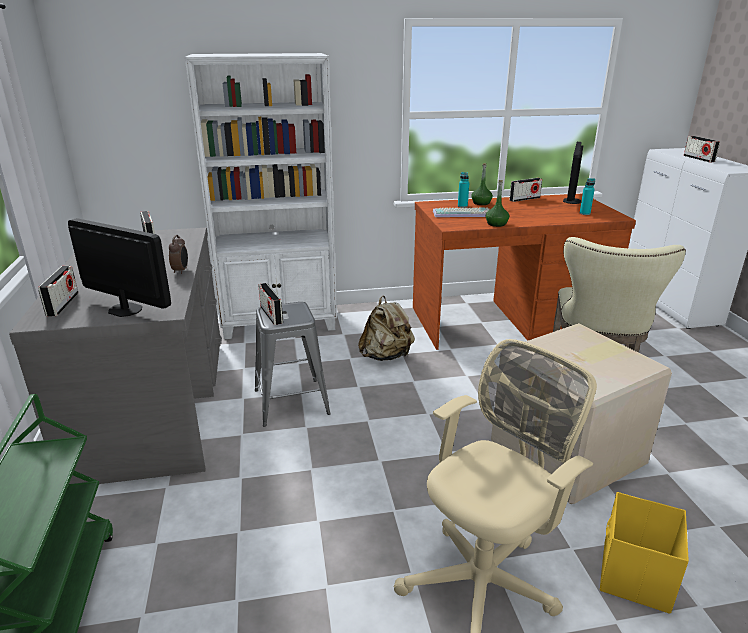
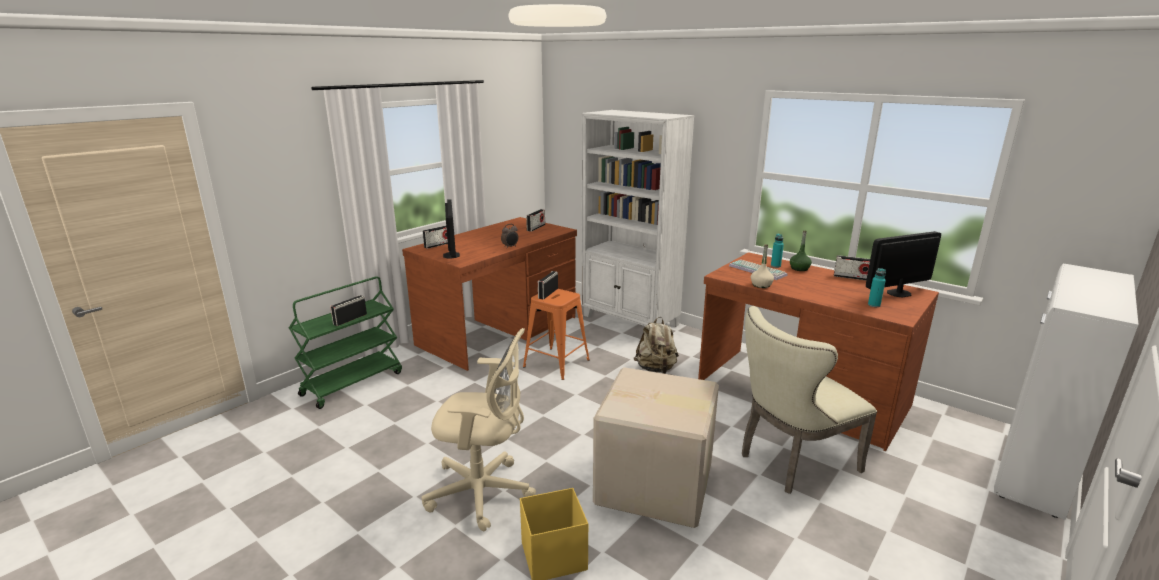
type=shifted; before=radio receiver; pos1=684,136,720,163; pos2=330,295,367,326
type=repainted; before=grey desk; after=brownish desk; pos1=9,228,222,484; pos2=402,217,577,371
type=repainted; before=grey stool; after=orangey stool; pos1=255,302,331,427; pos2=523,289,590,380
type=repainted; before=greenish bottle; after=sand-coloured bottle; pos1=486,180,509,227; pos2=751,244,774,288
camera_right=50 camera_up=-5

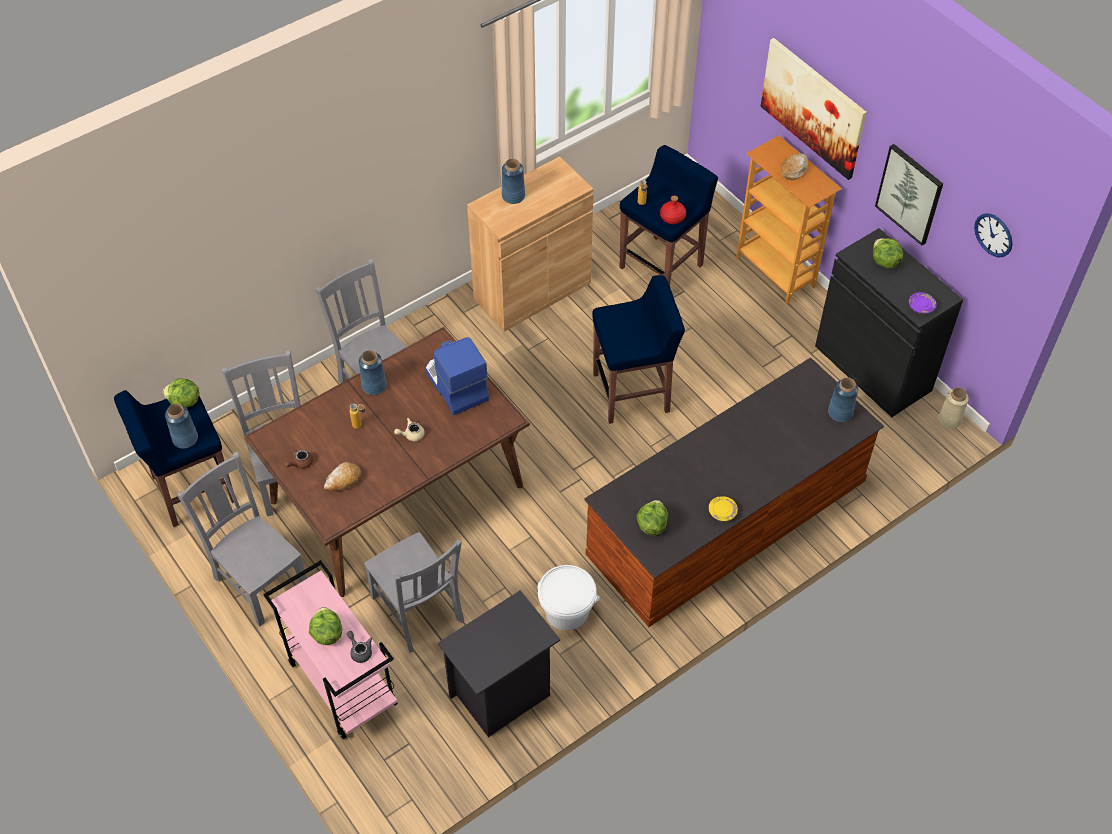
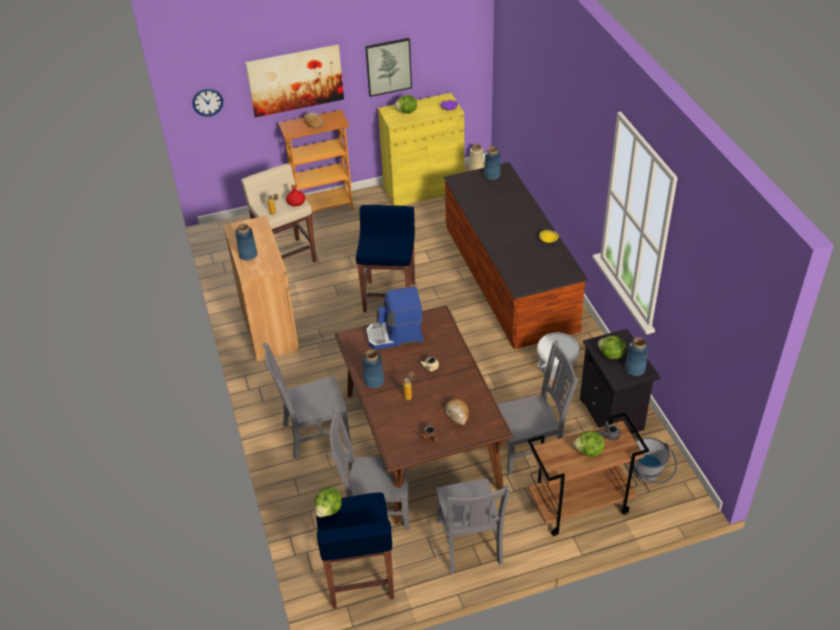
type=new; after=grey water bucket; pos2=633,437,677,484
type=shifted; before=bluish decorative vase; pos1=165,403,198,448; pos2=625,337,648,376
type=shifted; before=lettuce head; pos1=636,500,668,535; pos2=598,335,626,359
type=shifted; before=hanging clock; pos1=974,213,1013,258; pos2=192,89,223,117
type=repainted; before=pink cart; after=brownish cart; pos1=263,560,398,739; pos2=527,412,649,536
type=repainted; before=bluish stool; after=sand-coloured stool; pos1=620,145,718,286; pos2=241,164,317,263
type=repainted; before=black cupboard; after=yellow-coloured cupboard; pos1=815,228,963,417; pos2=378,93,464,206
type=rotated; before=grey plain chair; pos1=177,451,307,627; pos2=436,479,510,574; turn=-75
camera_right=-70 camera_up=-10

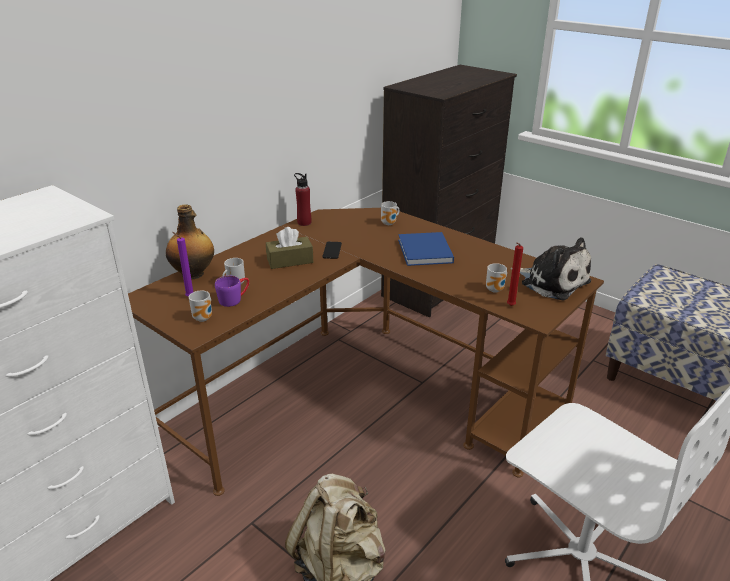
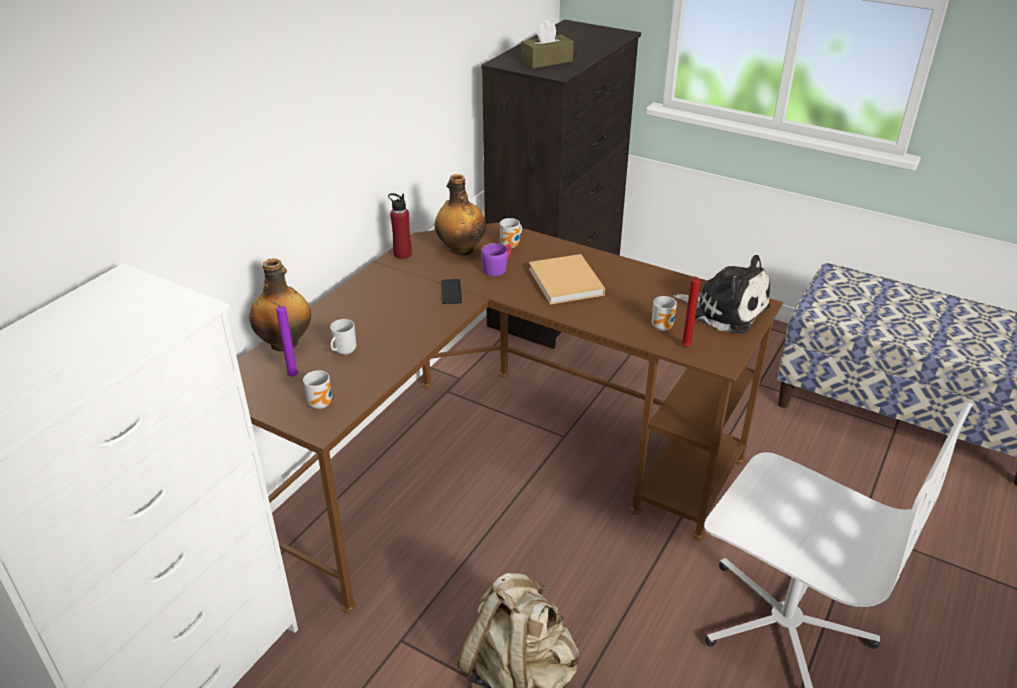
type=new; after=bottle; pos2=435,174,486,256
type=shifted; before=purple mug; pos1=215,276,249,307; pos2=481,243,511,276
type=shifted; before=brownish tissue box; pos1=266,227,313,269; pos2=521,20,574,69
type=repainted; before=bluish volume; after=sand-coloured volume; pos1=398,232,454,266; pos2=529,254,605,304
camera_right=-10 camera_up=5

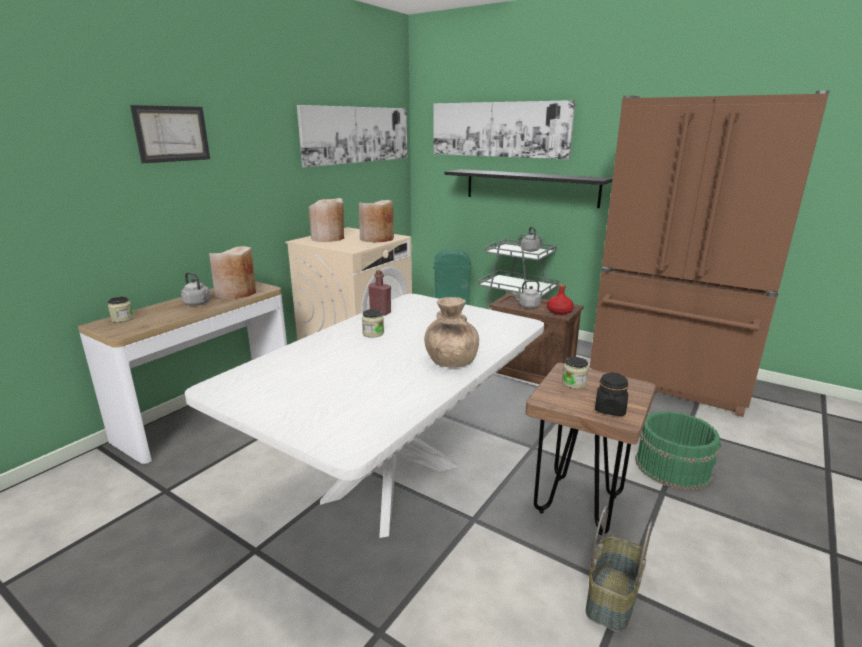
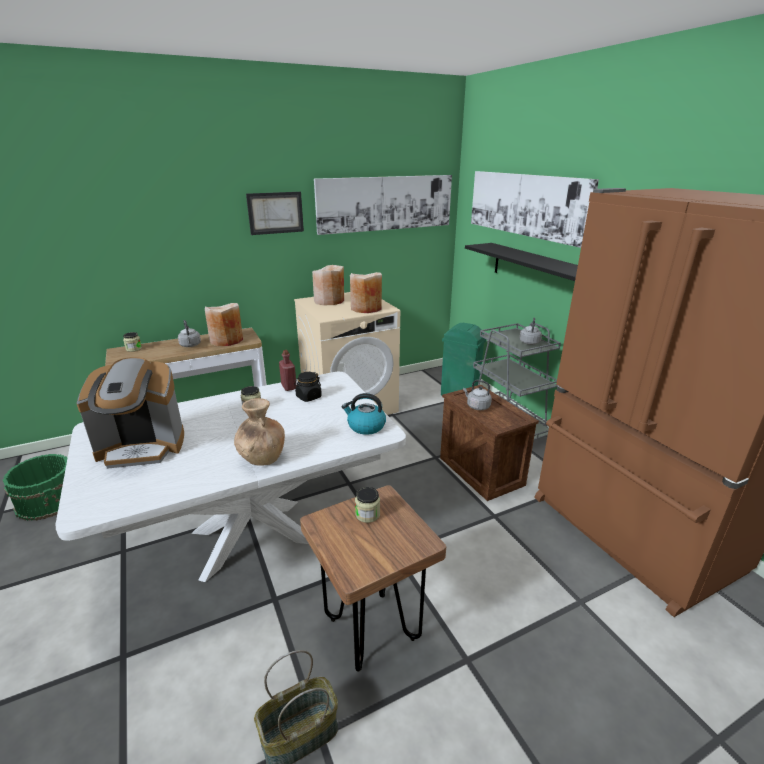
type=gone; before=red bottle; pos1=547,284,574,315
type=new; after=coffee maker; pos2=76,357,184,469
type=new; after=kettle; pos2=342,393,386,435
type=shifted; before=picture; pos1=130,105,210,163; pos2=246,192,304,235
type=shifted; before=black storage jar; pos1=595,372,629,416; pos2=294,372,322,402
type=shifted; before=greenish water bucket; pos1=635,411,721,490; pos2=2,454,67,521
camera_right=30 camera_up=5

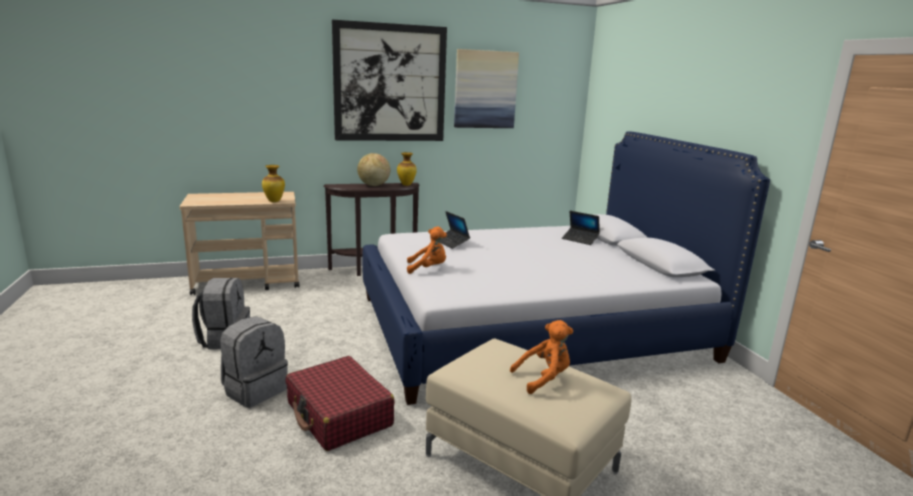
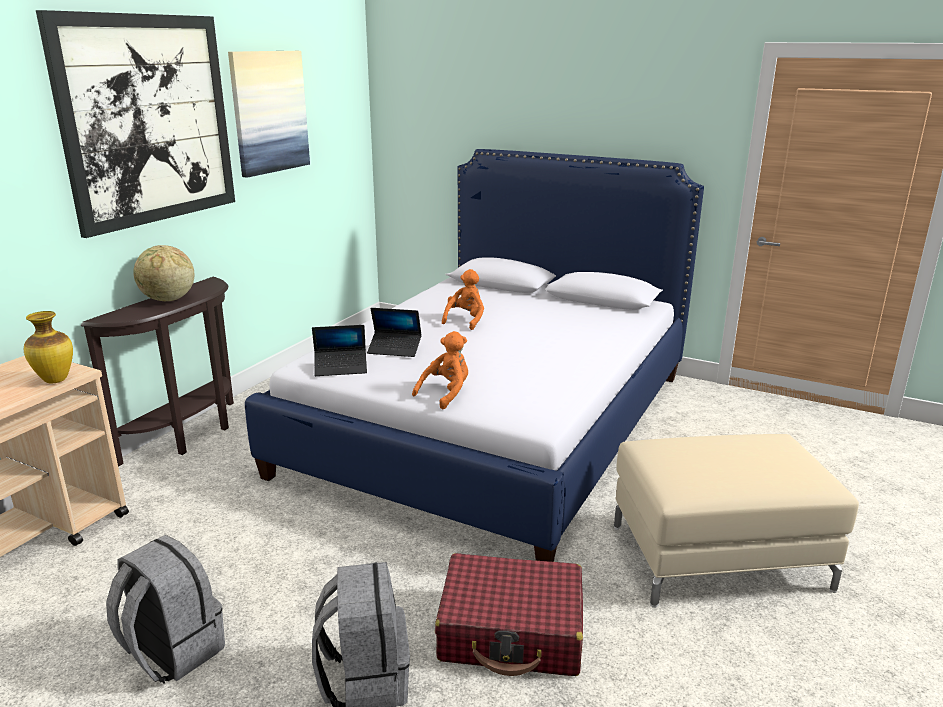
type=gone; before=decorative vase; pos1=397,152,417,186
type=shifted; before=orangey cuddly toy; pos1=510,320,573,394; pos2=442,269,484,330
type=shifted; before=laptop; pos1=562,211,600,245; pos2=312,325,367,376
camera_right=-45 camera_up=5

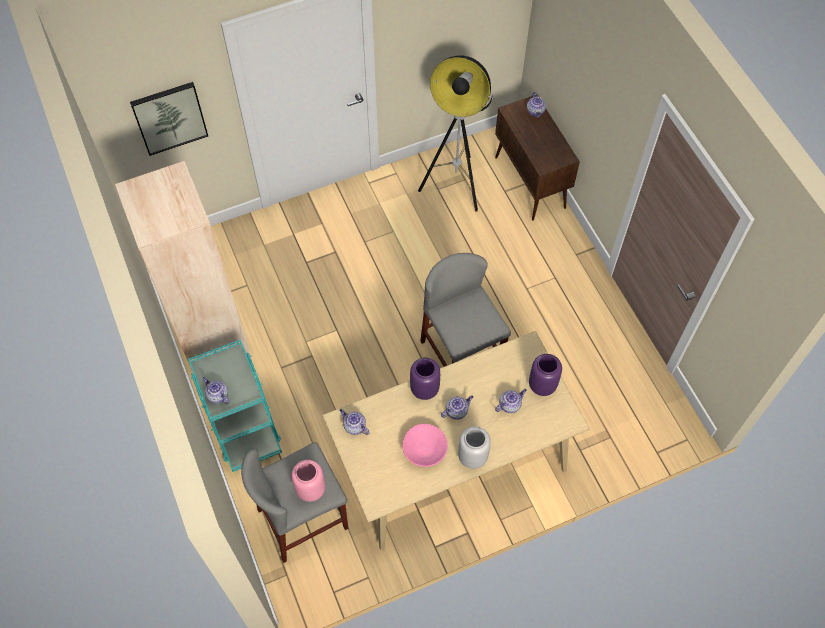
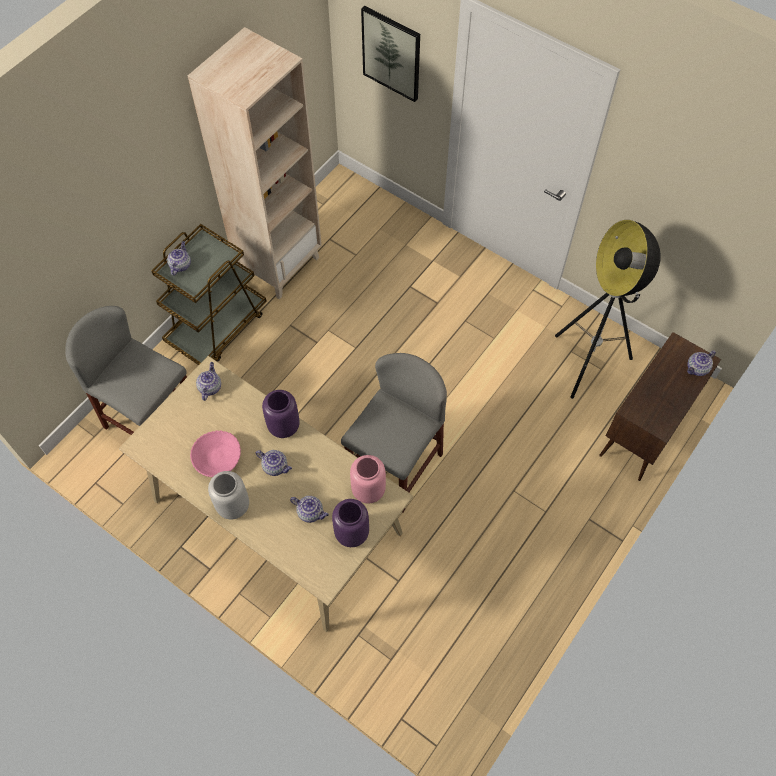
type=shifted; before=pink decorative vase; pos1=292,460,326,502; pos2=350,455,386,504
type=repainted; before=turquoise-coloured cart; after=brownish cart; pos1=188,339,282,472; pos2=151,224,266,365
camera_right=60 camera_up=0

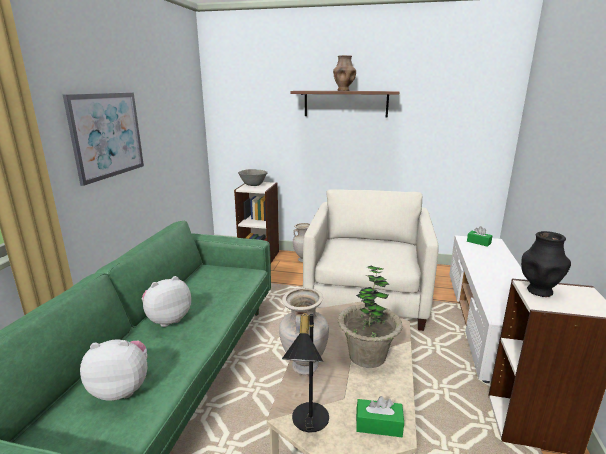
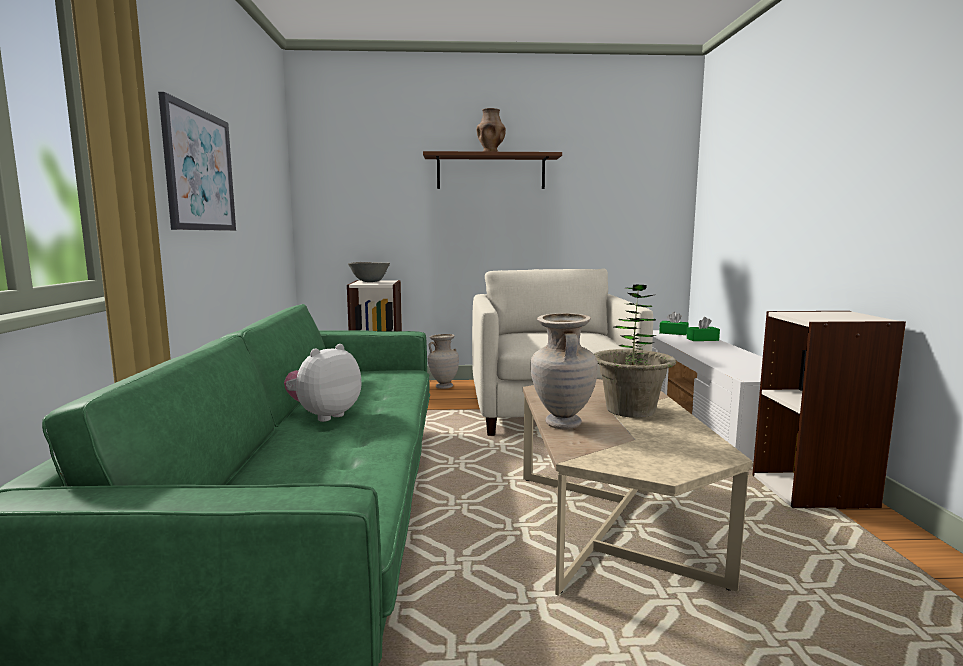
type=gone; before=cuddly toy; pos1=80,340,148,401
type=gone; before=black tabletop lamp; pos1=282,311,329,433
type=gone; before=black decorative vase; pos1=521,231,571,297
type=shifted; before=greenish tissue box; pos1=356,396,404,437; pos2=687,317,720,341
camera_right=-15 camera_up=-10

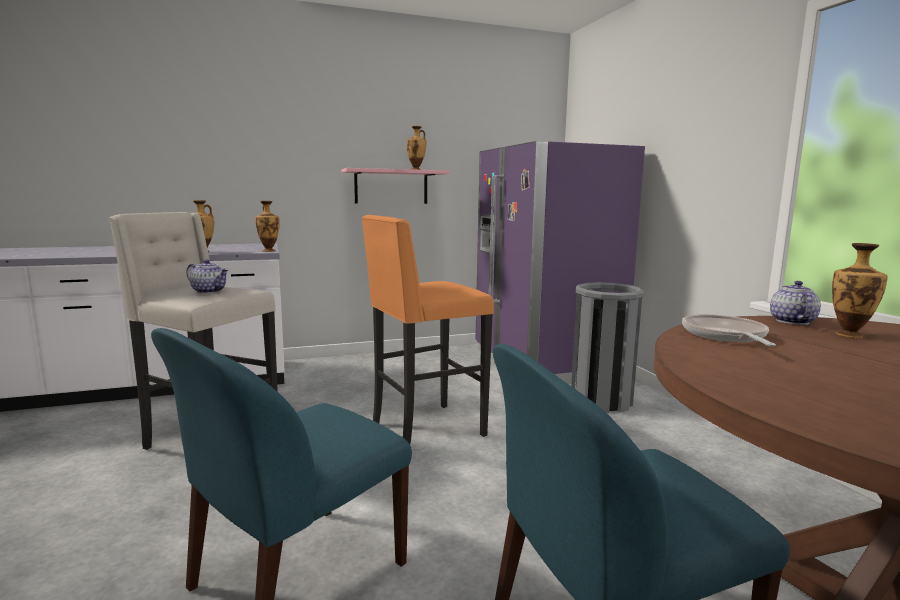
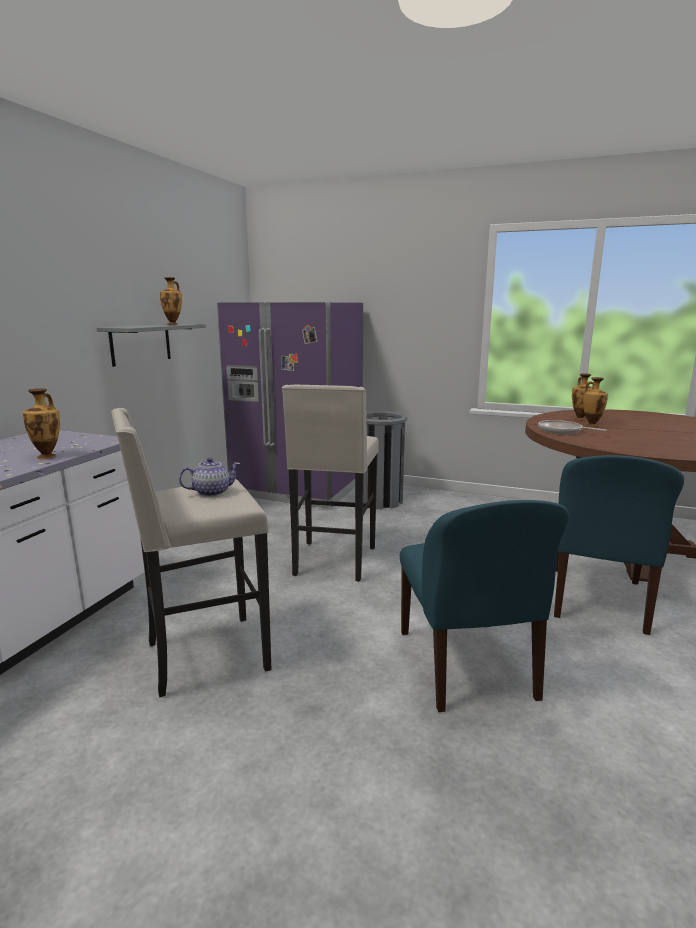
type=gone; before=tea pot; pos1=770,281,821,325
type=shifted; before=decorative vase; pos1=255,201,280,252; pos2=583,377,608,427
type=repainted; before=pink shelf; after=grey shelf; pos1=342,168,449,204; pos2=96,324,206,367
type=repainted; before=orangey stool; after=sand-coloured stool; pos1=362,215,494,444; pos2=282,385,379,582
camera_right=-50 camera_up=5

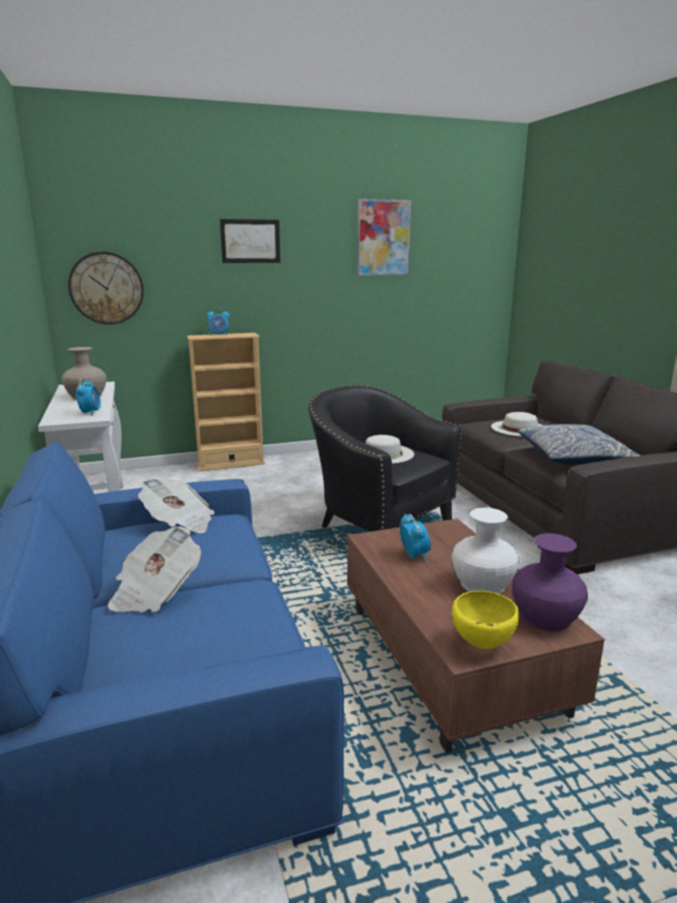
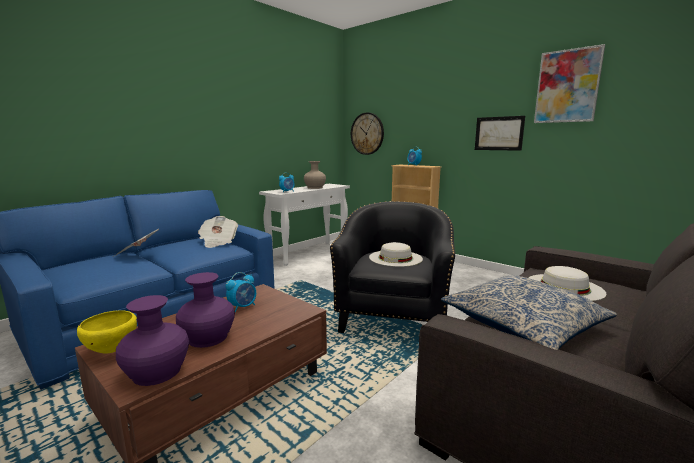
type=shifted; before=picture; pos1=220,219,280,263; pos2=475,116,525,151
type=repainted; before=white-coloured decorative vase; after=purple decorative vase; pos1=452,508,519,594; pos2=176,272,235,348
camera_right=60 camera_up=-5

